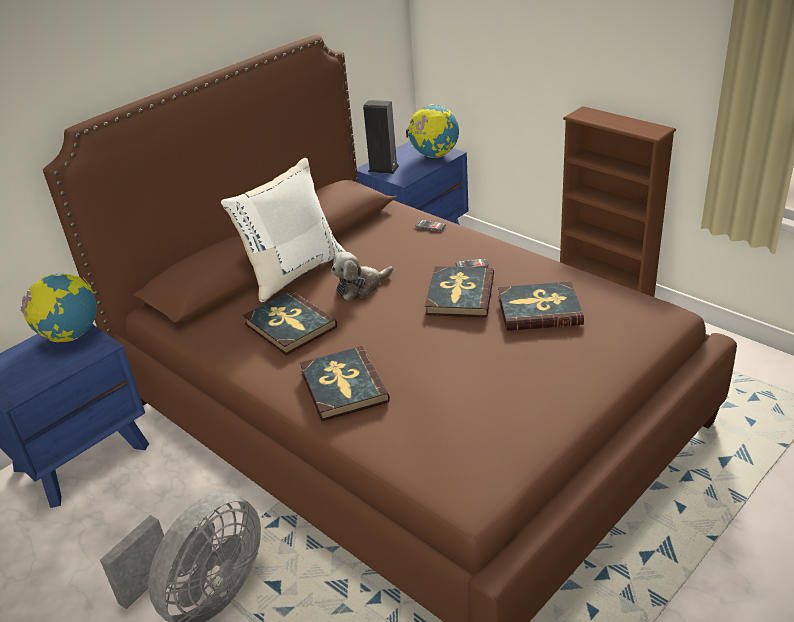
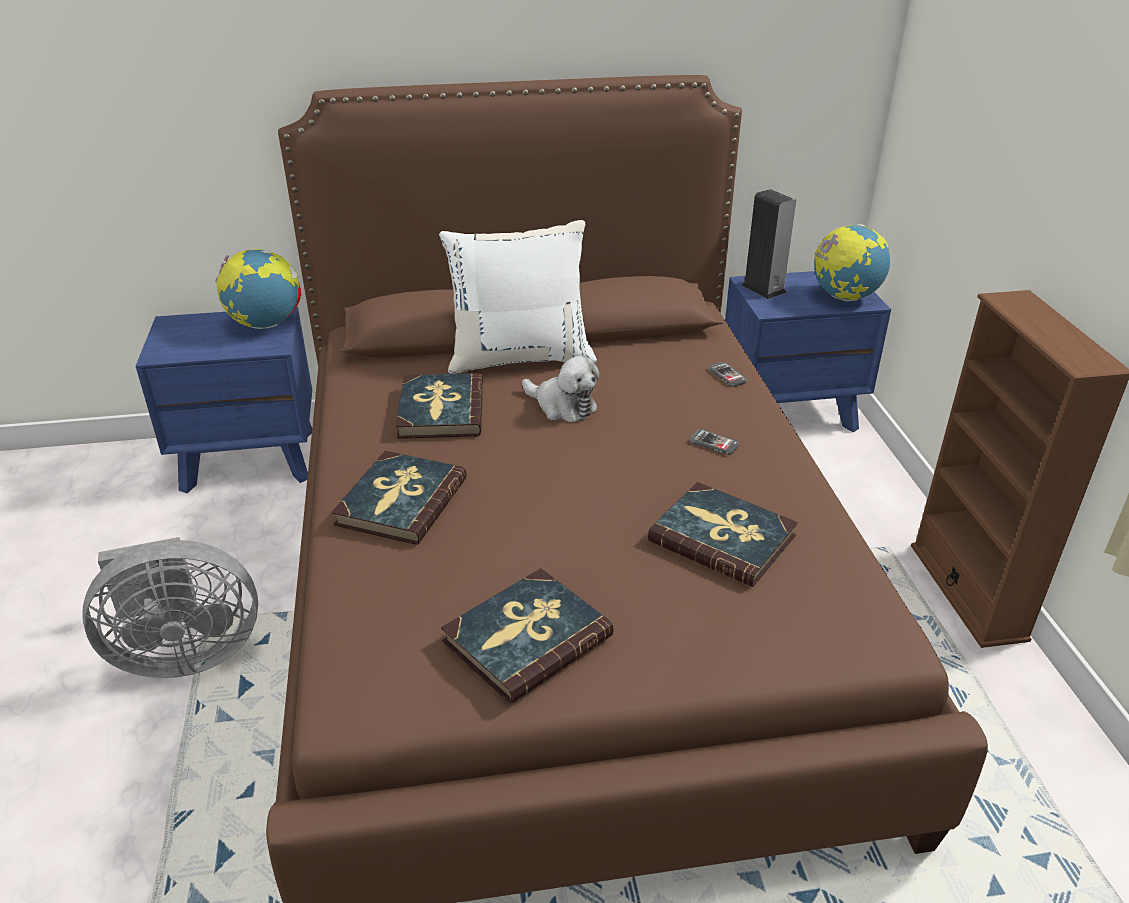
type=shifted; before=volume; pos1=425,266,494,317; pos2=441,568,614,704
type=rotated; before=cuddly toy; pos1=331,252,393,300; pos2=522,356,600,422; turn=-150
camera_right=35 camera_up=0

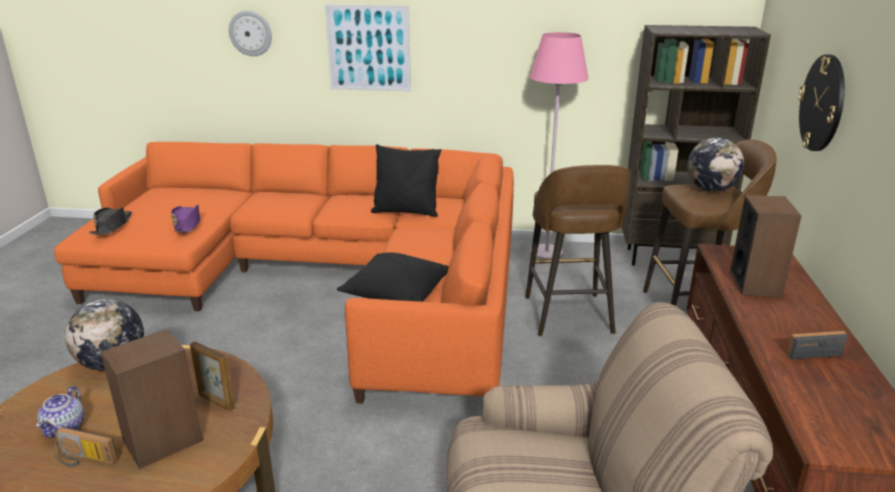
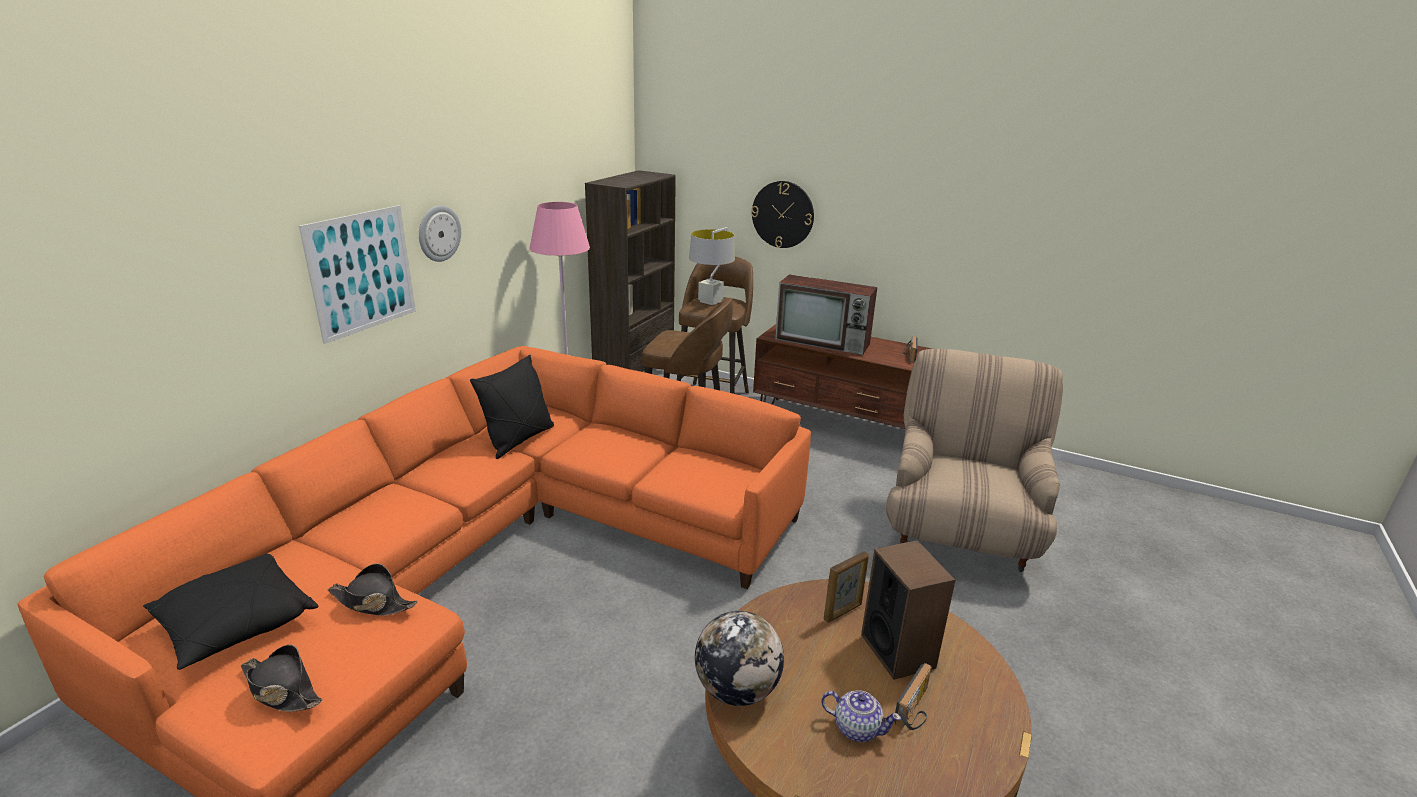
type=shifted; before=hanging clock; pos1=229,11,272,56; pos2=419,205,461,262
type=shifted; before=black pillow; pos1=337,252,449,302; pos2=143,554,318,670
type=swapped; before=desk globe; after=grey tabletop lamp; pos1=687,138,744,192; pos2=689,227,735,305
type=swapped; before=loudspeaker; after=TV set; pos1=730,195,802,297; pos2=775,274,877,355
type=repainted; before=purple hat; after=black hat; pos1=171,204,200,233; pos2=328,563,418,616
camera_right=-70 camera_up=0

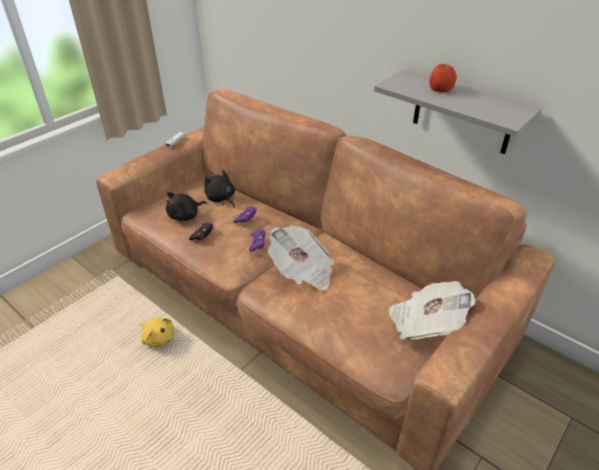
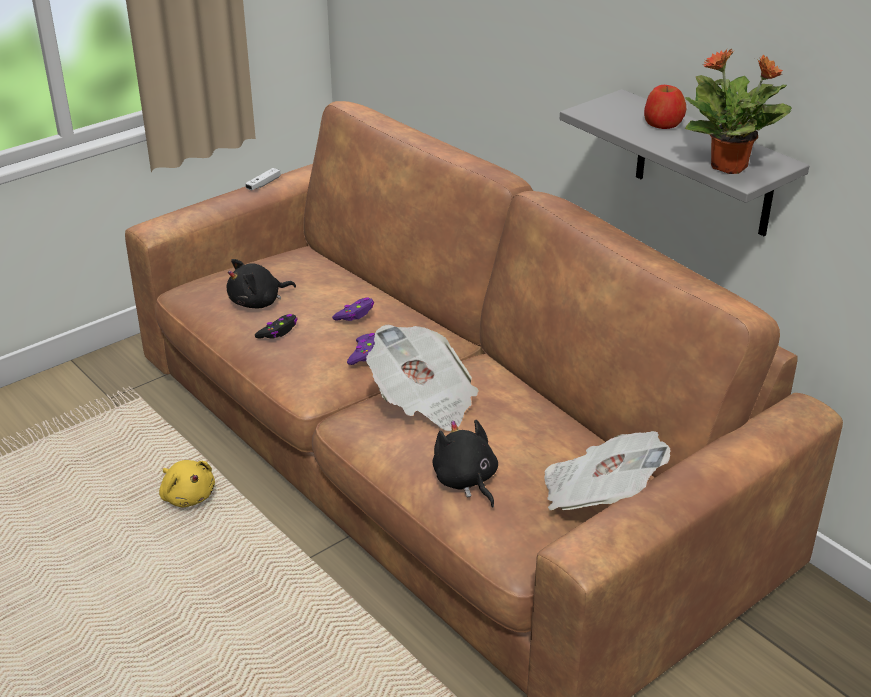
type=new; after=plant in a pot; pos2=685,48,792,174
type=shifted; before=black cuddly toy; pos1=204,170,235,208; pos2=433,420,498,508
camera_right=10 camera_up=-5

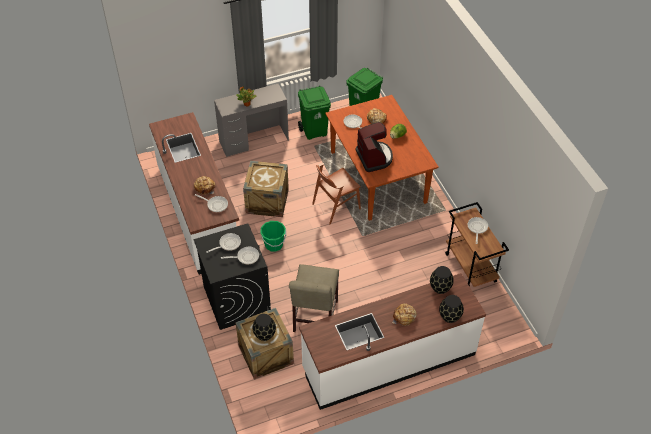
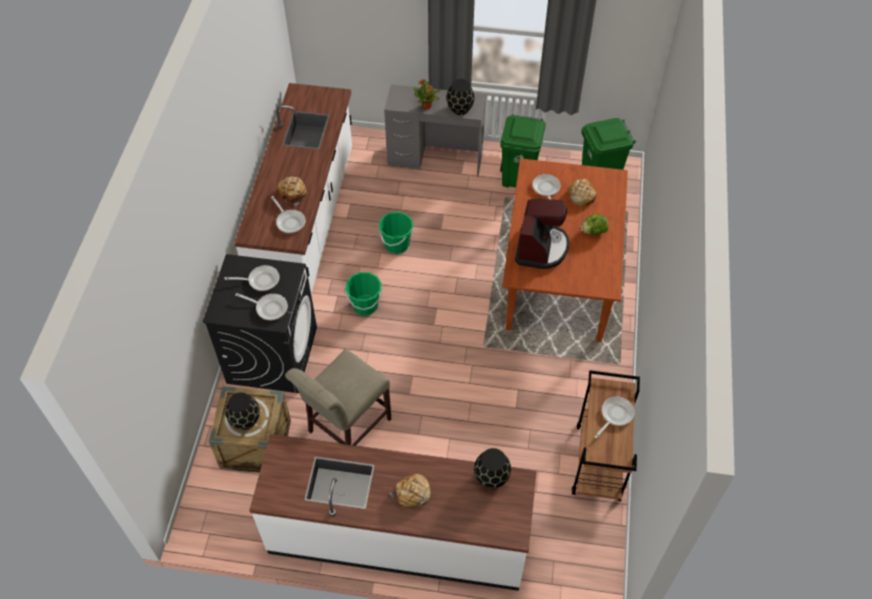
type=gone; before=brownish plain chair; pos1=312,163,361,225
type=shifted; before=black decorative vase; pos1=439,295,464,323; pos2=446,79,475,115
type=swapped; before=crate; after=greenish water bucket; pos1=243,161,289,217; pos2=379,212,413,254
camera_right=30 camera_up=5

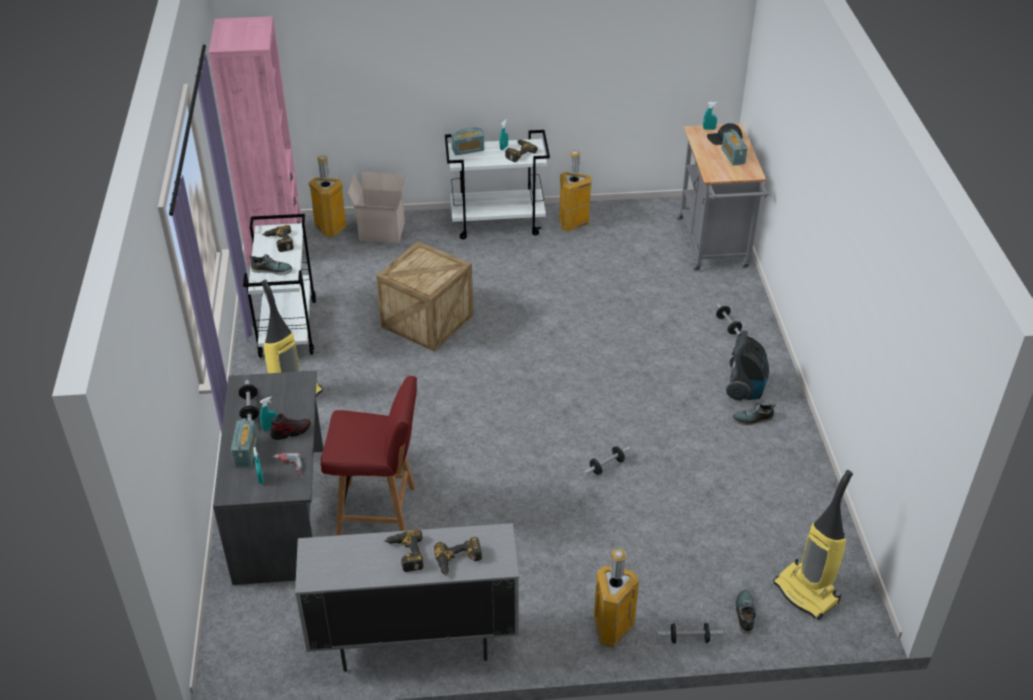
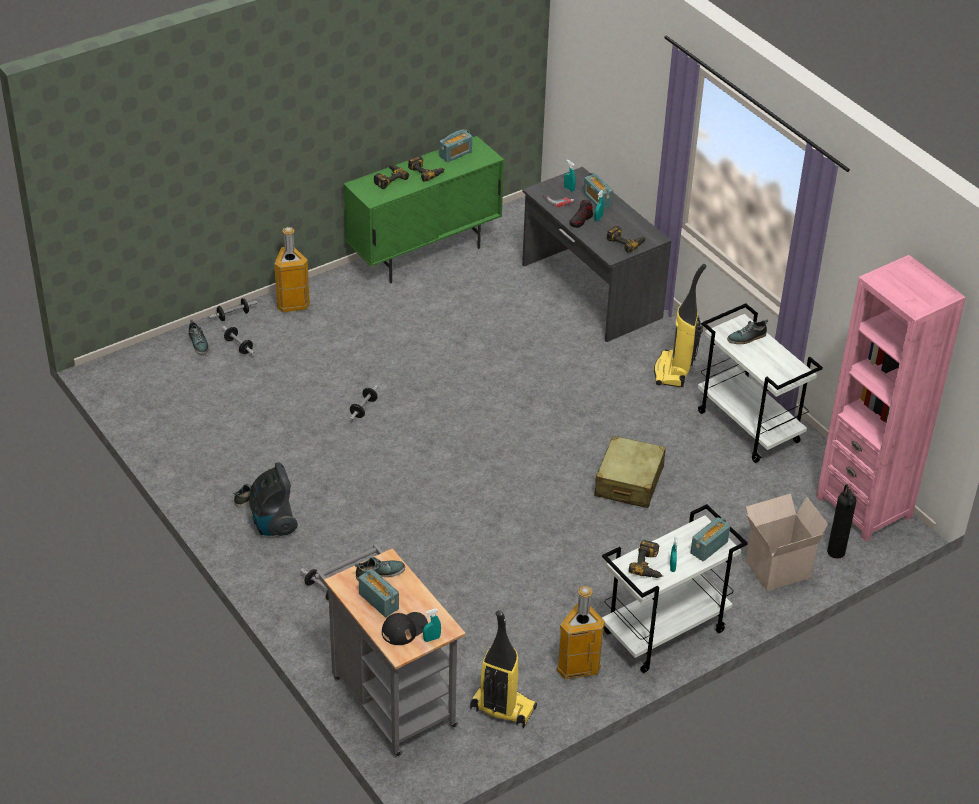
type=gone; before=red plain chair; pos1=321,376,417,535
type=new; after=item of footwear; pos2=355,557,405,581
type=new; after=radio receiver; pos2=439,129,473,163
type=shifted; before=free weight; pos1=239,380,259,420; pos2=222,326,255,355
type=shifted; before=drill; pos1=262,225,294,252; pos2=607,225,646,253
type=shifted; before=vacuum; pos1=773,470,853,620; pos2=470,610,537,728
type=swapped; before=rubbish bin; after=fire-fighting cylinder; pos1=309,156,347,237; pos2=827,484,856,559
type=swapped; before=crate; after=sand-coloured suitcase; pos1=376,241,473,352; pos2=594,436,666,508
type=repainted; before=grey cupboard; after=greenish cupboard; pos1=295,523,519,672; pos2=343,136,504,283
camera_right=150 camera_up=0

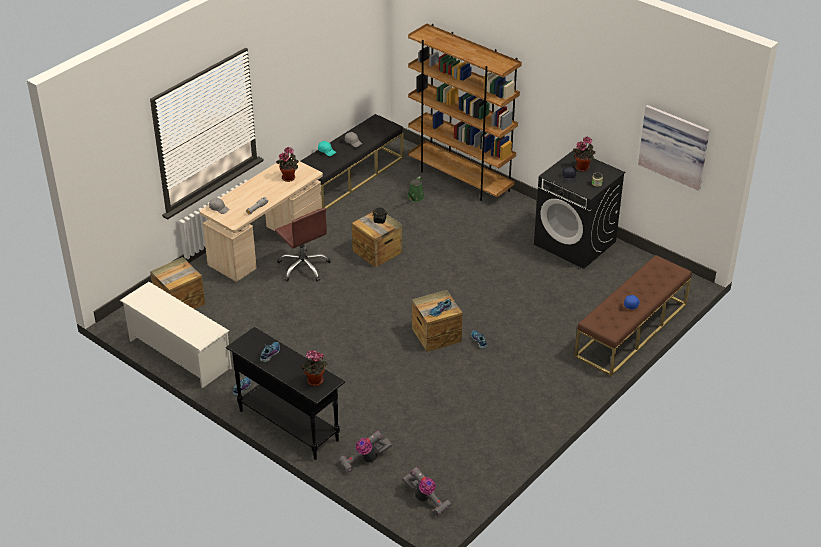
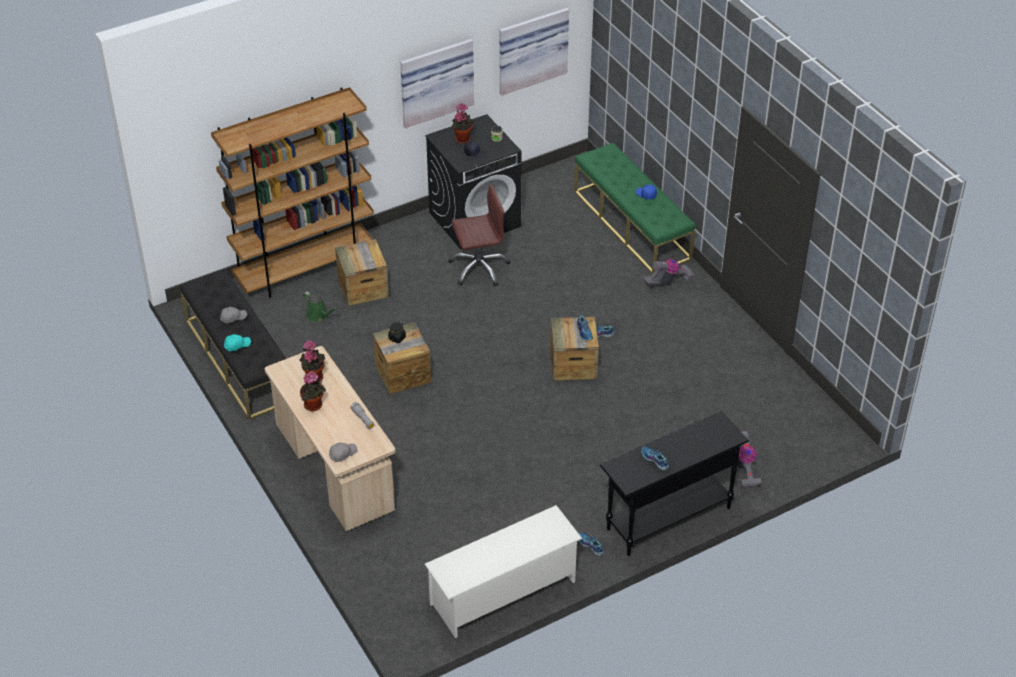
type=new; after=picture; pos2=400,39,474,128
type=shifted; before=crate; pos1=150,257,205,309; pos2=335,239,389,306
type=shifted; before=brownish desk chair; pos1=275,208,331,282; pos2=448,185,510,286
type=shifted; before=plant in a pot; pos1=301,350,328,386; pos2=300,371,326,411
type=shifted; before=vacuum; pos1=402,467,451,516; pos2=643,259,695,286
type=repainted; before=brownish long seat; after=greenish long seat; pos1=574,255,692,376; pos2=574,143,696,274
camera_right=-70 camera_up=5

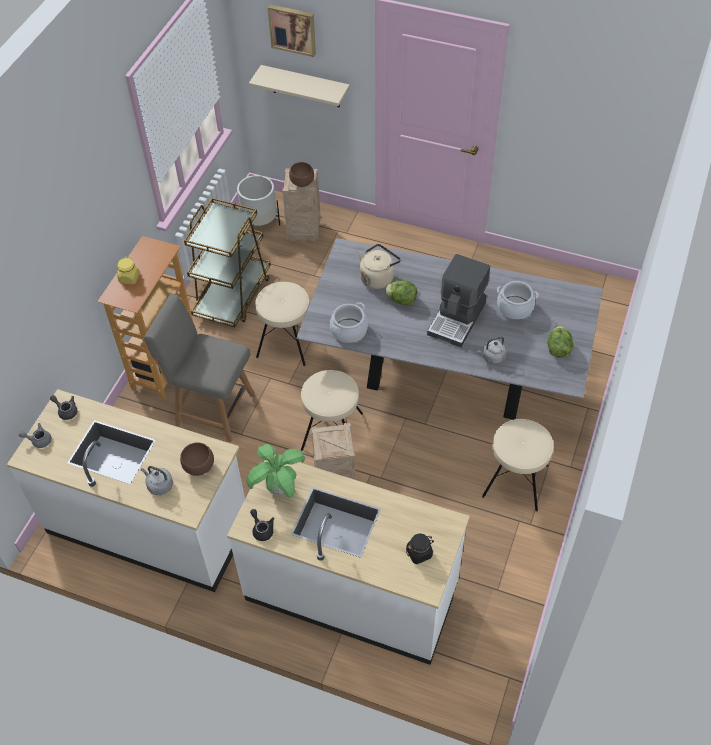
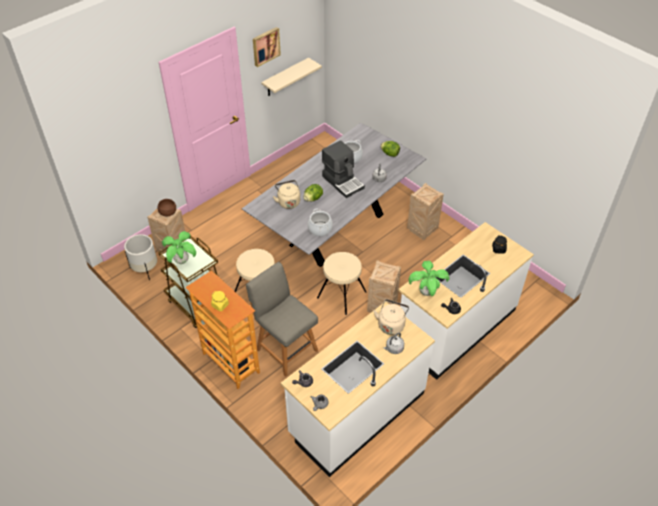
type=new; after=plant in a pot; pos2=162,231,196,264
type=shifted; before=sand-coloured shelf; pos1=249,65,350,108; pos2=261,58,322,96
type=shifted; before=picture; pos1=268,4,316,57; pos2=253,27,281,67
type=swapped; before=brownish deep dish; after=sand-coloured kettle; pos1=180,442,214,476; pos2=374,299,409,335
type=swapped; before=sand-coloured stool; after=crate; pos1=482,419,554,512; pos2=407,183,444,240
type=rotated; before=grey plain chair; pos1=144,294,255,442; pos2=246,262,318,377; turn=90
camera_right=-65 camera_up=-5

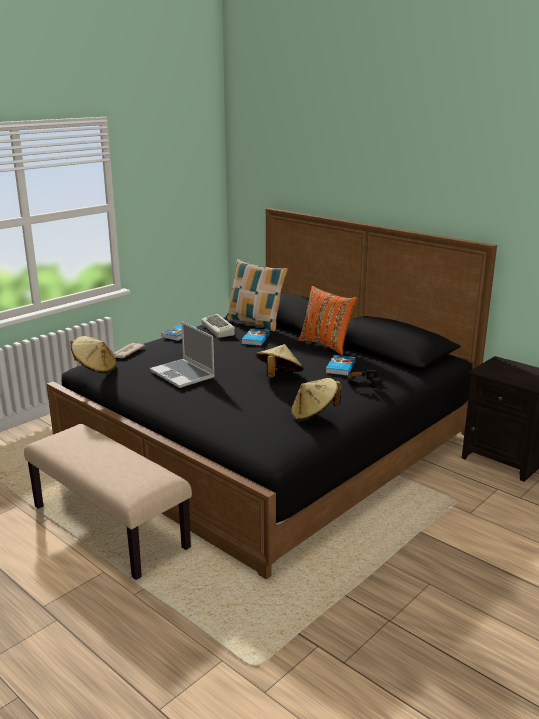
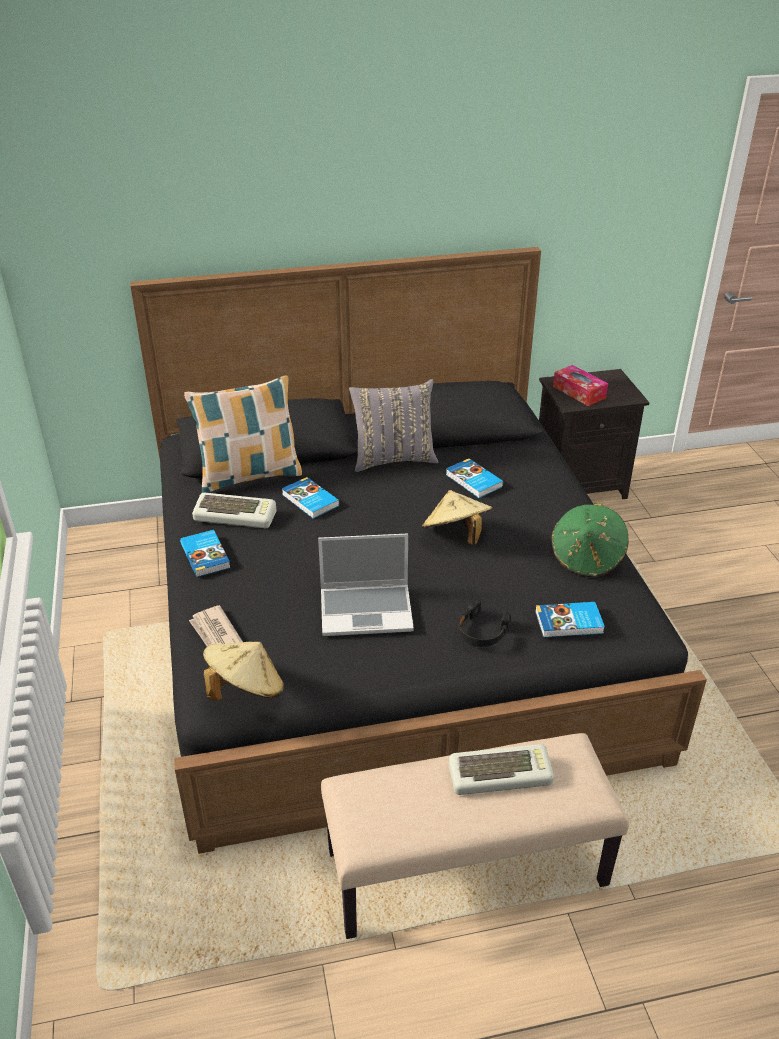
type=new; after=computer keyboard; pos2=449,744,554,795
type=new; after=volume; pos2=535,602,605,638
type=new; after=tissue box; pos2=553,365,608,406
type=shifted; before=black headphones; pos1=347,370,382,388; pos2=458,600,511,647
type=repainted; before=sand-coloured hat; after=greenish hat; pos1=291,378,341,421; pos2=551,503,629,577
type=repainted; before=orangey pillow; after=grey pillow; pos1=298,286,357,355; pos2=349,379,438,472
camera_right=-55 camera_up=15

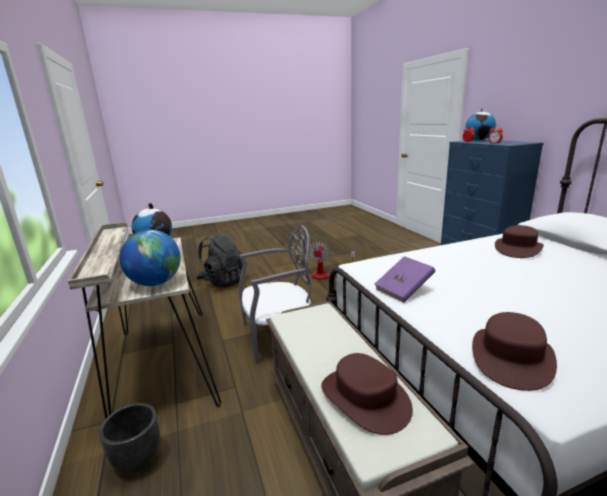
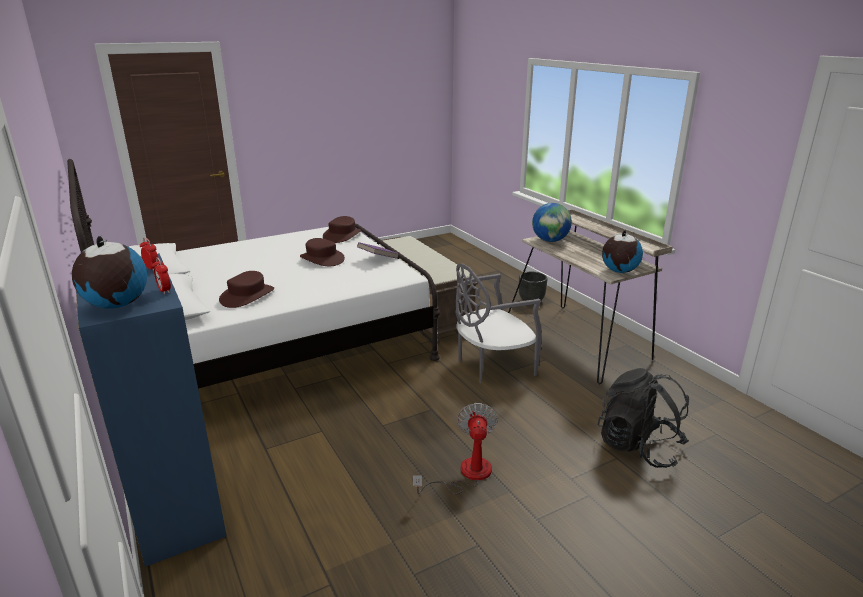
type=shifted; before=brownish hat; pos1=321,353,413,435; pos2=300,238,345,266
camera_right=170 camera_up=5

